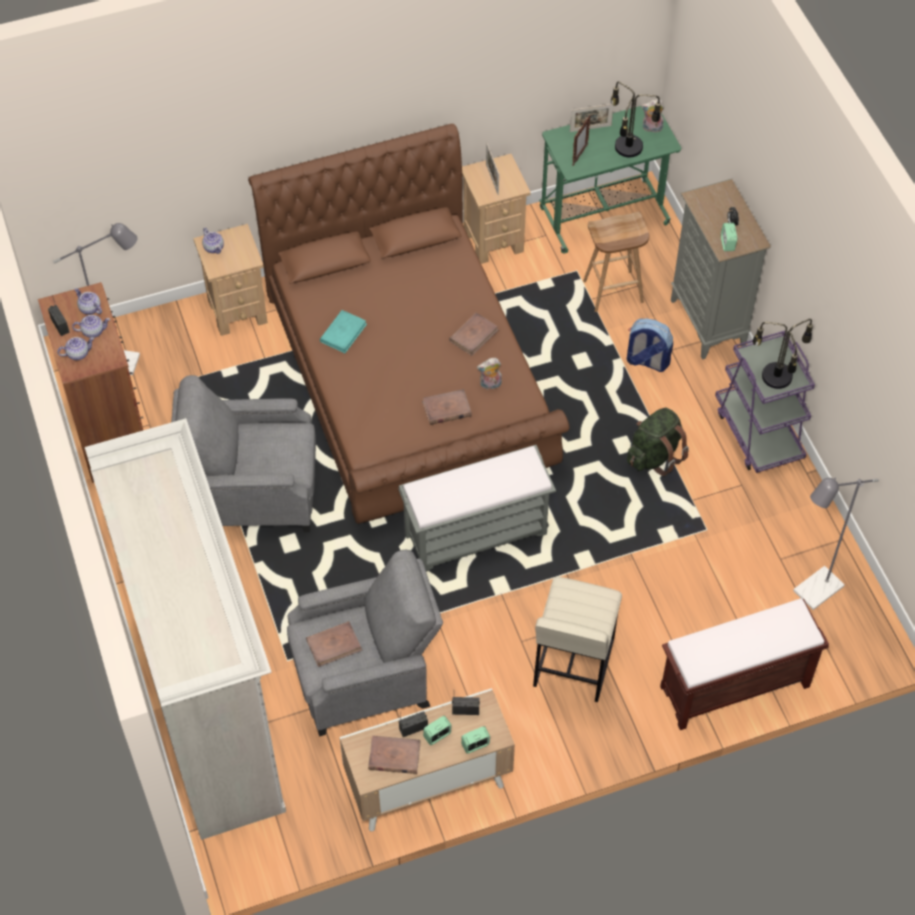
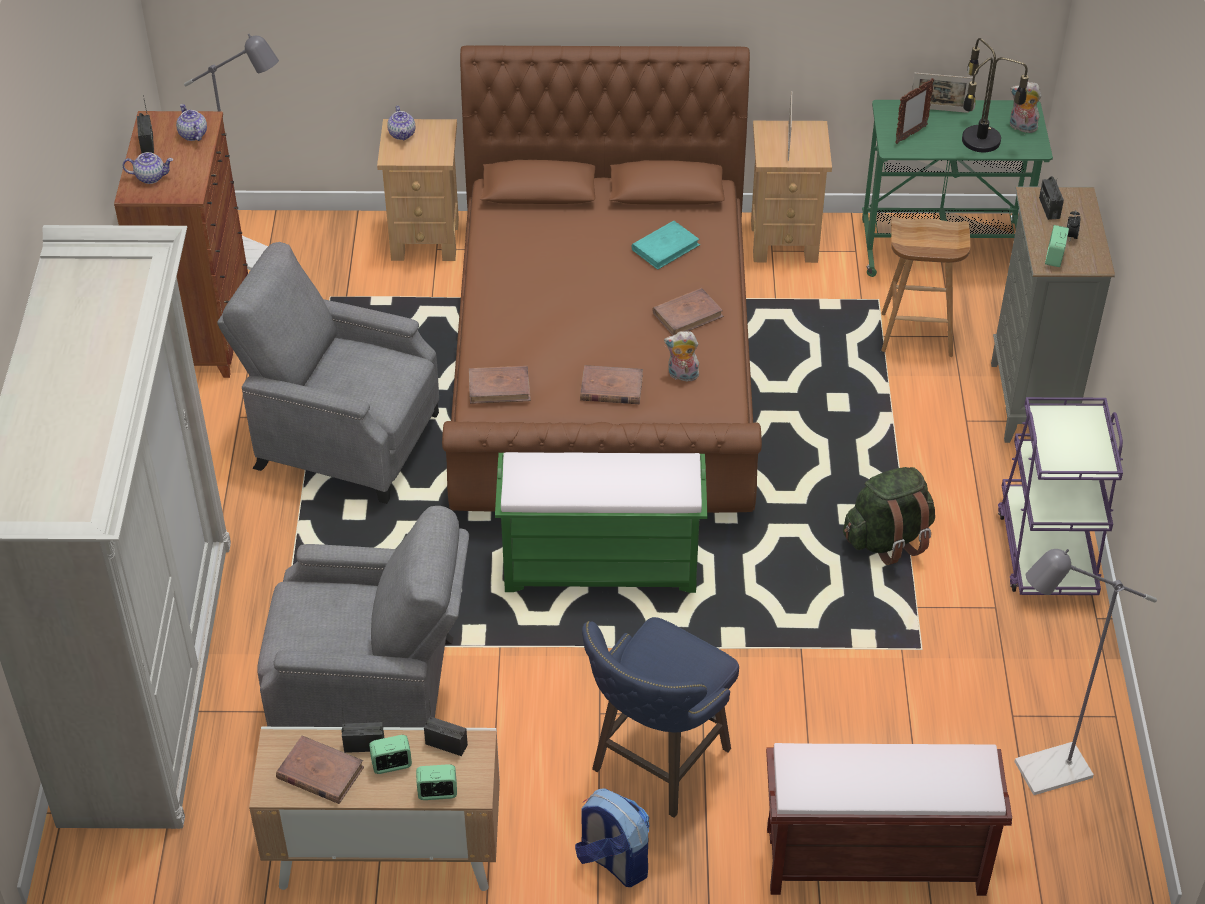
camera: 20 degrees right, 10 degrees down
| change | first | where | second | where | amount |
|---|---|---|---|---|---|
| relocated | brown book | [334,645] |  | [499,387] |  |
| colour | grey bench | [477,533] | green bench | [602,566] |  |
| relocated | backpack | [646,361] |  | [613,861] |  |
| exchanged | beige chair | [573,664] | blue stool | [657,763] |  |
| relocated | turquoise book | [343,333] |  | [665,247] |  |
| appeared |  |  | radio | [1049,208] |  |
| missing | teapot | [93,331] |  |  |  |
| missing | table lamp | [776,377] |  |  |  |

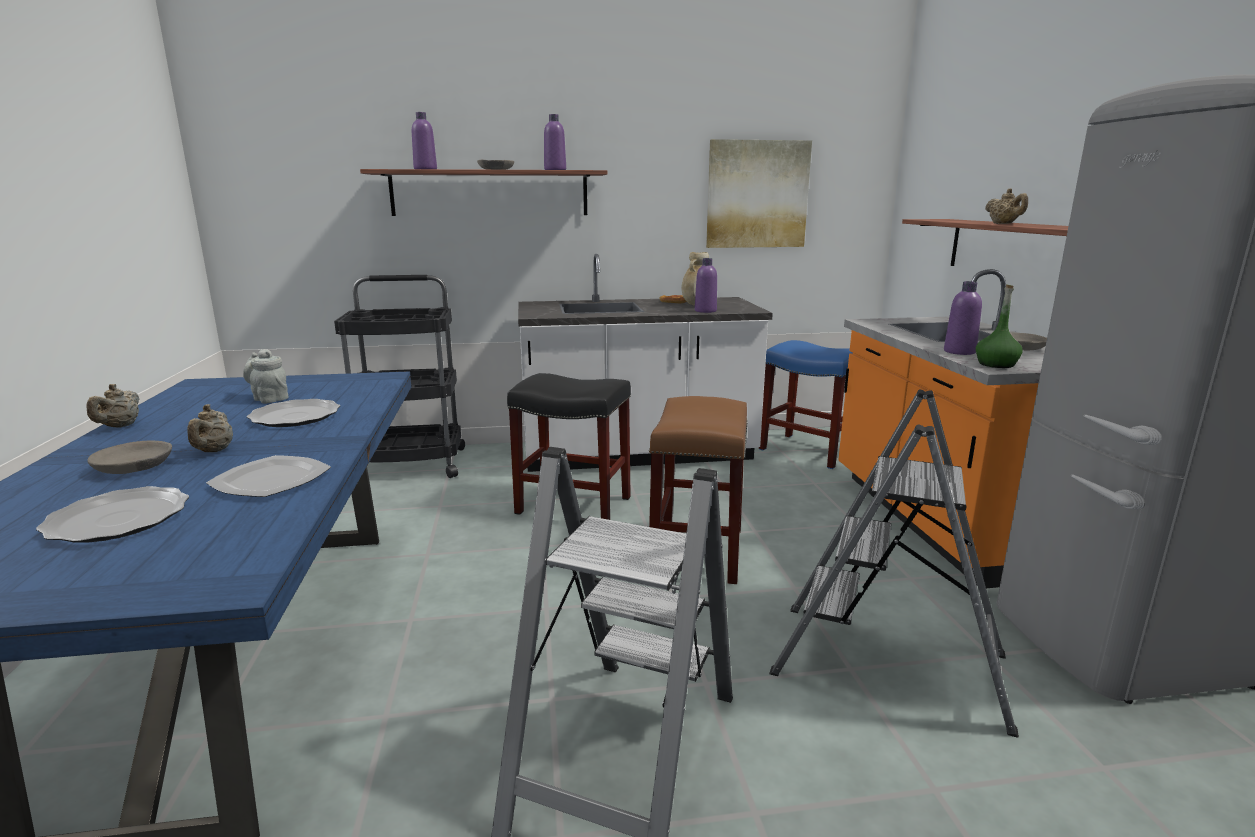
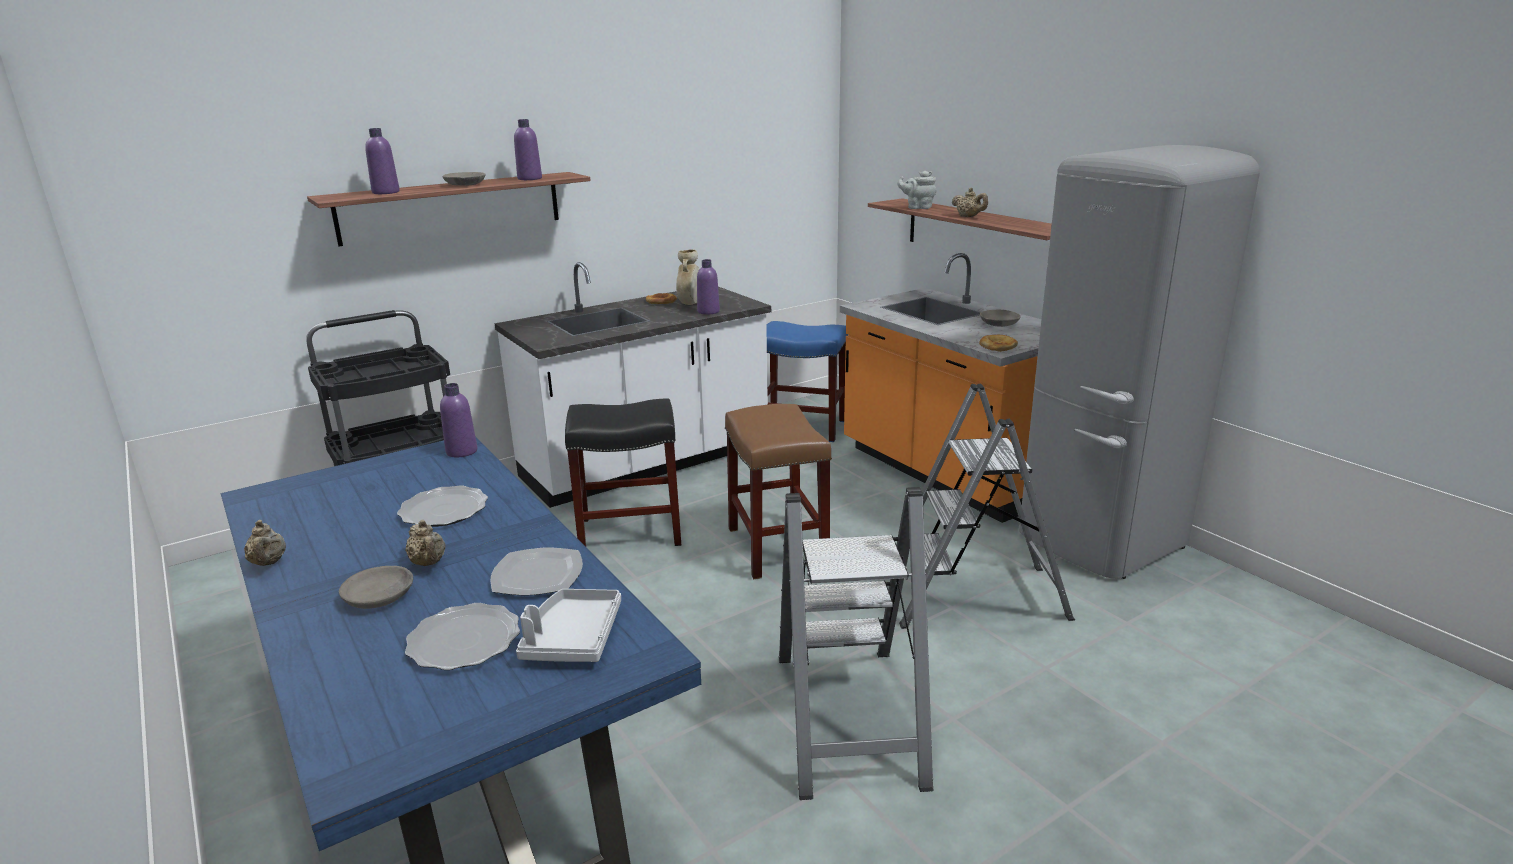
camera: 25 degrees left, 5 degrees up
| change | first | where | second | where | amount |
|---|---|---|---|---|---|
| relocated | purple bottle | [959,352] |  | [462,451] |  |
| appeared |  |  | grey tray | [572,638] |  |
| relocated | grey teapot | [269,398] |  | [917,207] |  |
| exchanged | green bottle | [996,364] | bread | [998,346] |  |
| missing | picture | [757,194] |  |  |  |

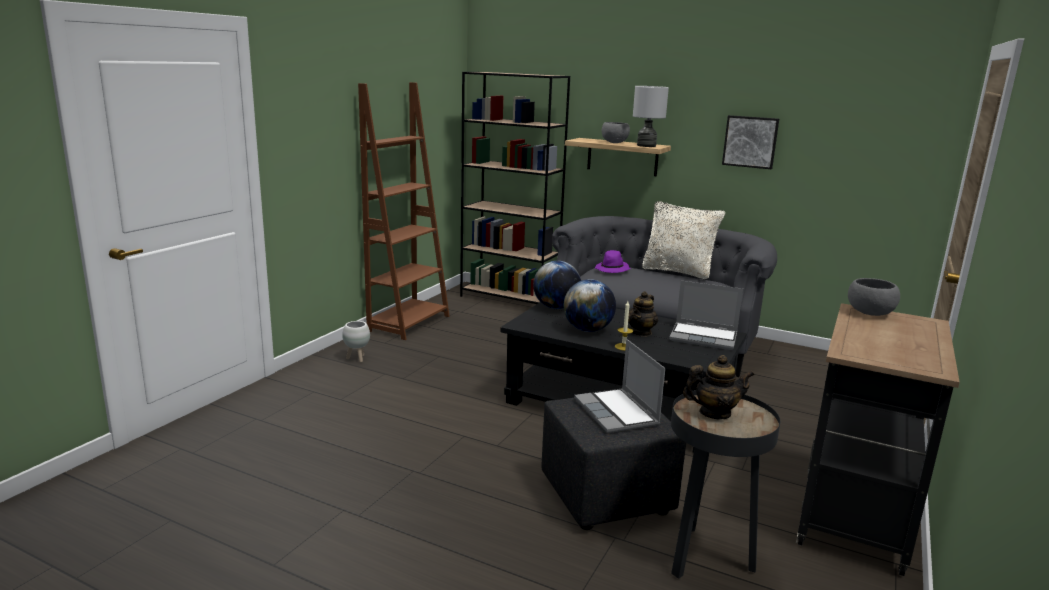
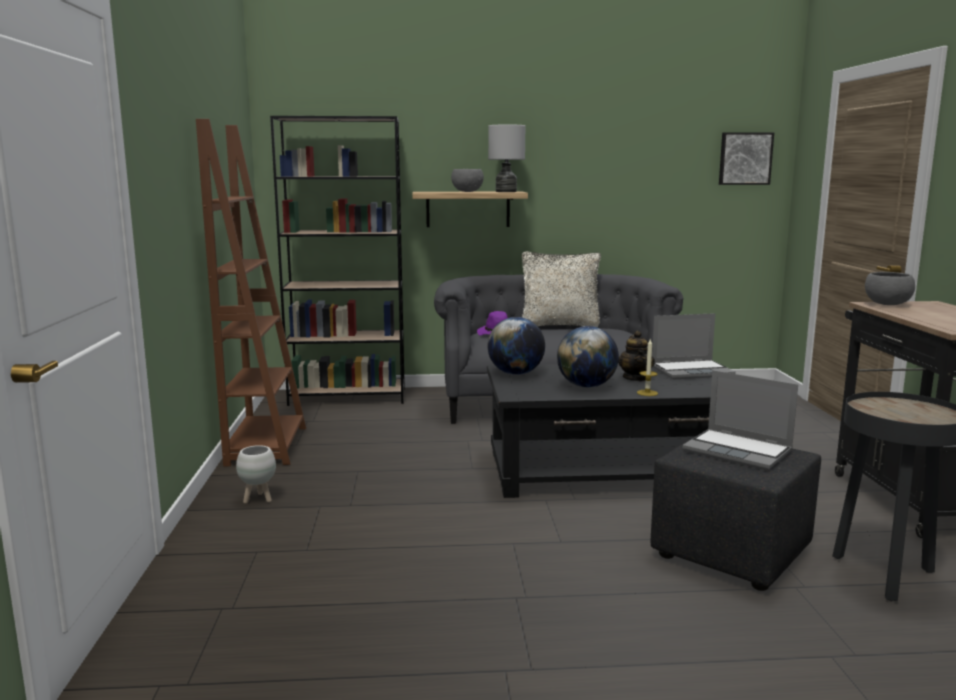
camera: 30 degrees left, 5 degrees down
| change | first | where | second | where | amount |
|---|---|---|---|---|---|
| relocated | picture | [750,141] |  | [745,158] |  |
| missing | teapot | [714,413] |  |  |  |

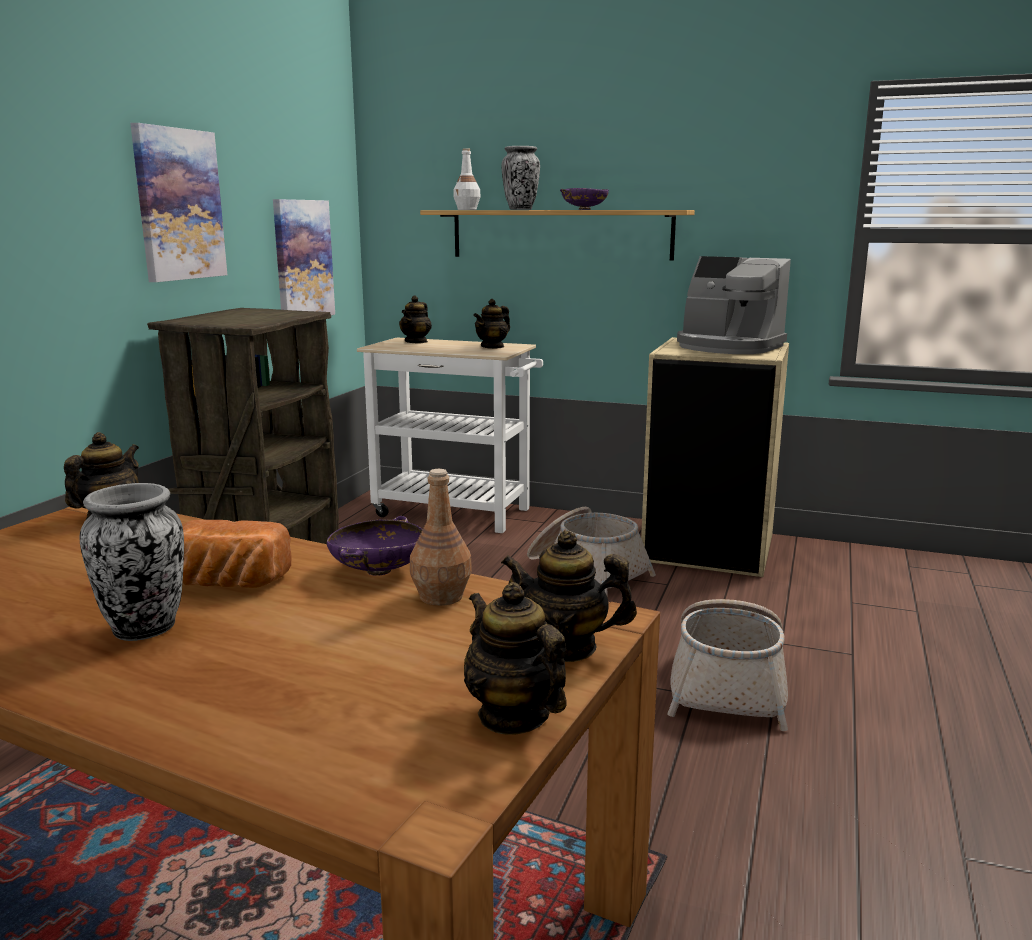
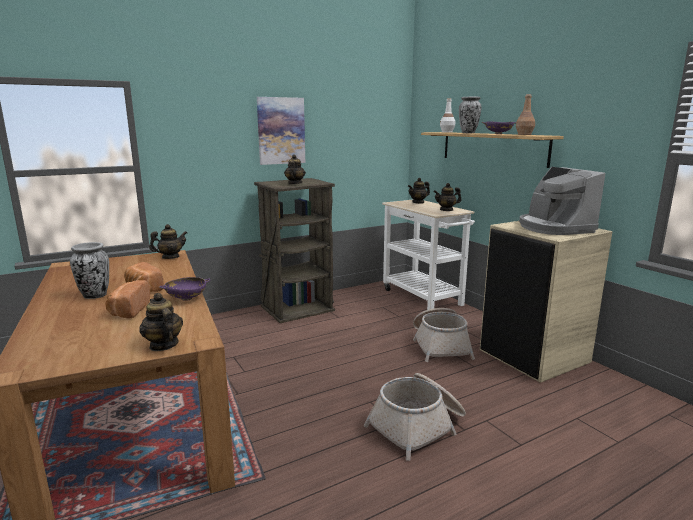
camera: 40 degrees right, 0 degrees up
| change | first | where | second | where | amount |
|---|---|---|---|---|---|
| appeared |  |  | bread | [128,310] |  |
| relocated | teapot | [513,715] |  | [294,183] |  |
| relocated | brown bottle | [442,596] |  | [524,134] |  |
| missing | picture | [302,260] |  |  |  |

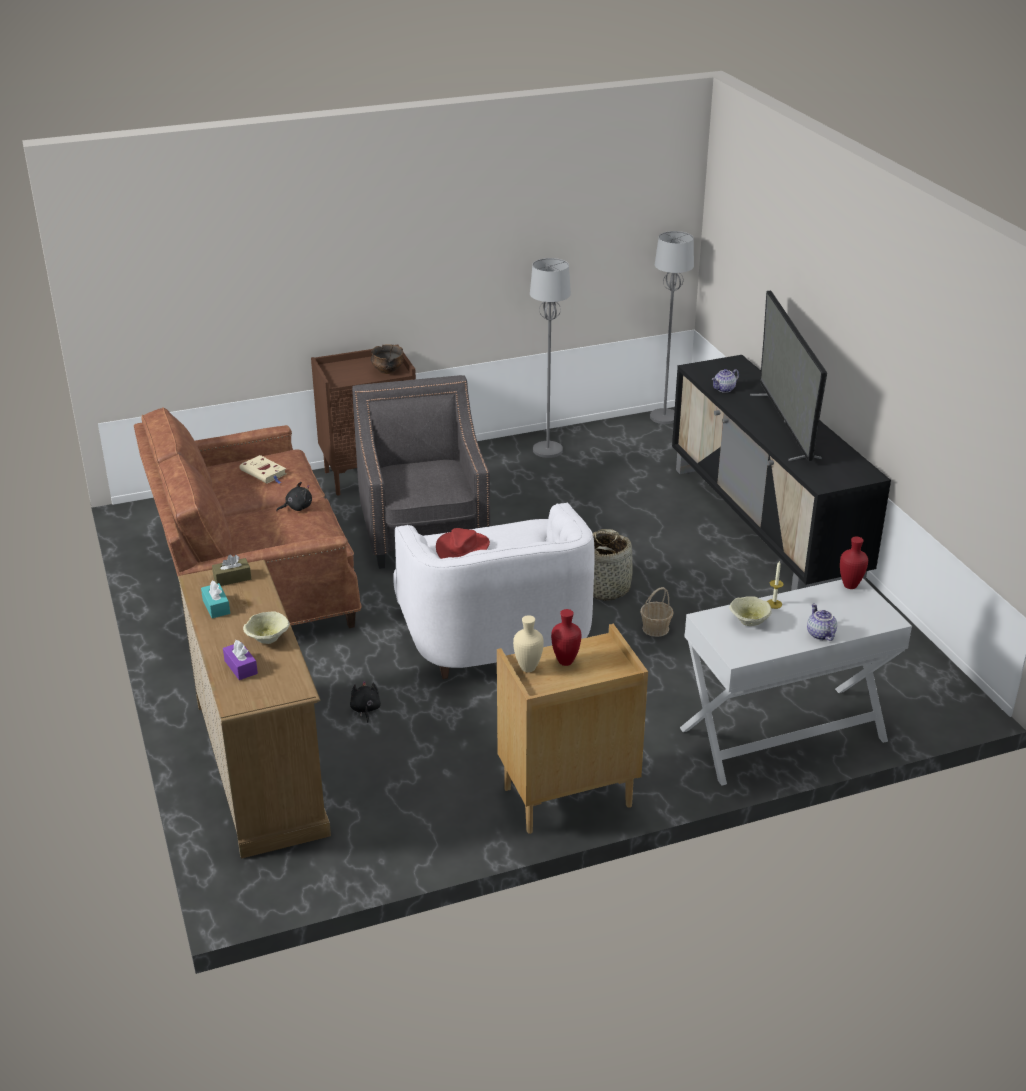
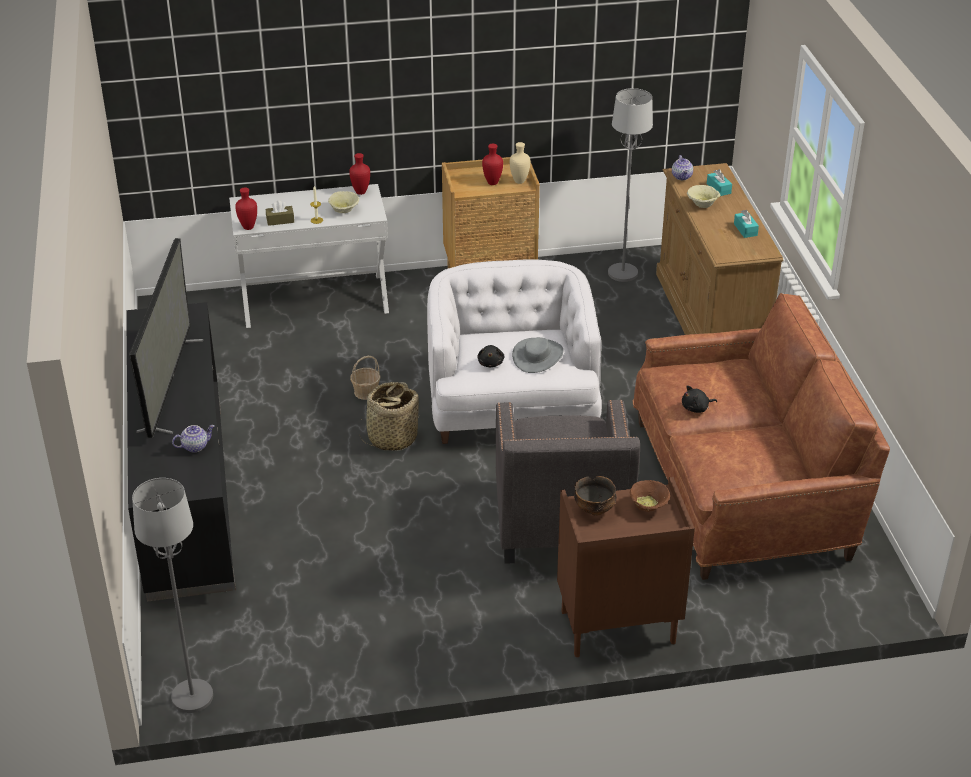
camera: 170 degrees left, 5 degrees up
| change | first | where | second | where | amount |
|---|---|---|---|---|---|
| relocated | brown tissue box | [232,578] |  | [280,220] |  |
| appeared |  |  | red vase | [361,192] |  |
| relocated | black plush toy | [365,709] |  | [491,363] |  |
| colour | red hat | [462,549] | grey hat | [538,356] |  |
| relocated | grey floor lamp | [548,450] |  | [622,273] |  |
| appeared |  |  | brown bowl | [649,506] |  |
| relocated | teapot | [819,634] |  | [682,177] |  |
| colour | purple tissue box | [241,667] | turquoise tissue box | [718,189] |  |
| missing | beige book | [264,473] |  |  |  |

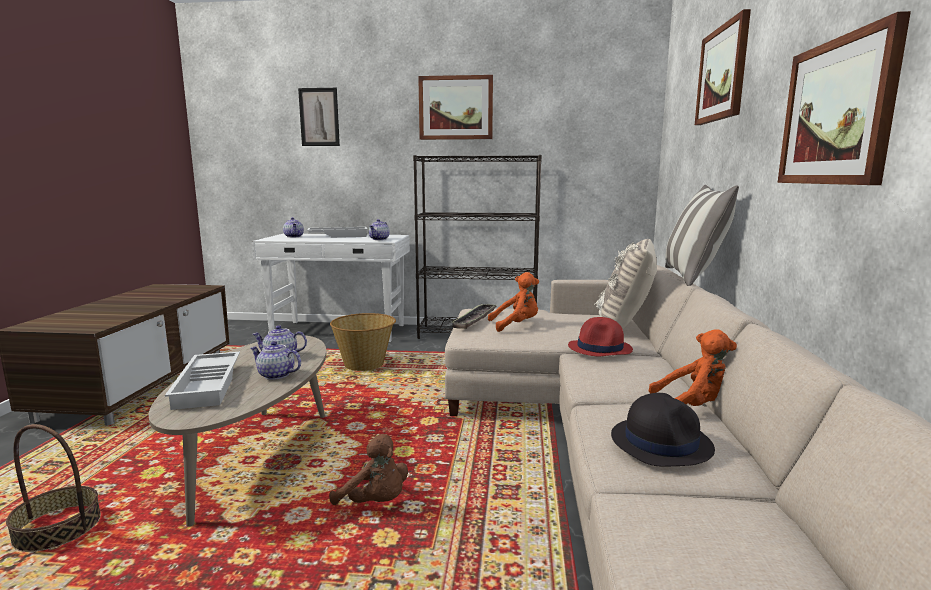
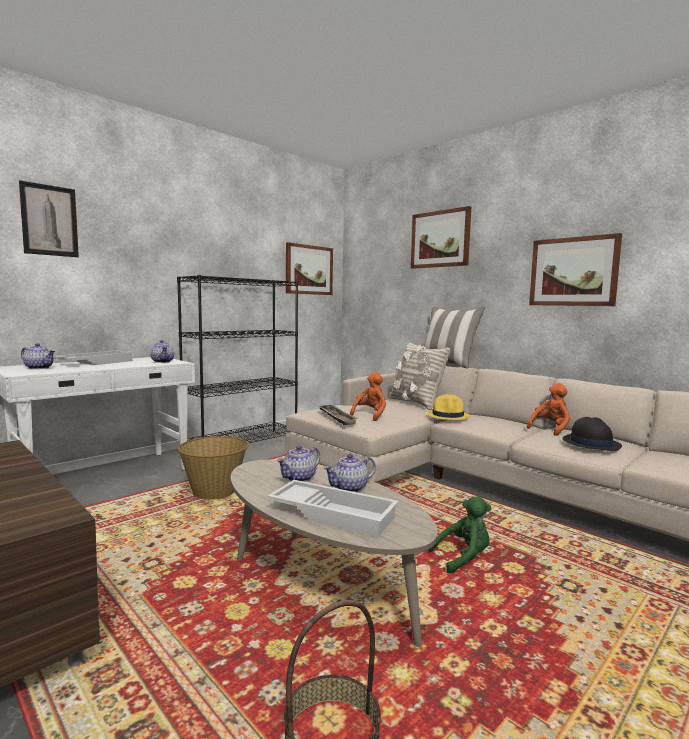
camera: 50 degrees left, 5 degrees down
| change | first | where | second | where | amount |
|---|---|---|---|---|---|
| relocated | picture | [456,108] |  | [309,270] |  |
| colour | red hat | [600,348] | yellow hat | [448,416] |  |
| colour | brown plush toy | [375,502] | green plush toy | [463,558] |  |

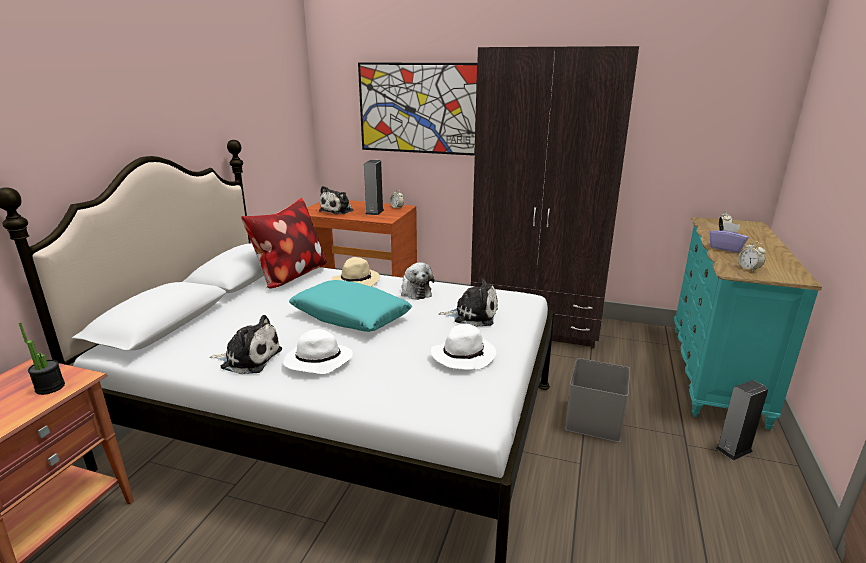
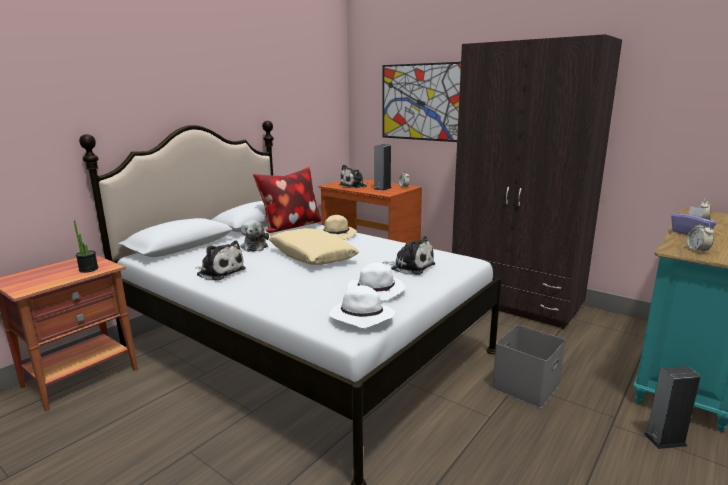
camera: 20 degrees right, 5 degrees down
| change | first | where | second | where | amount |
|---|---|---|---|---|---|
| relocated | plush toy | [415,292] |  | [255,246] |  |
| colour | turquoise pillow | [350,316] | beige pillow | [312,256] |  |
| relocated | white hat | [317,362] |  | [360,317] |  |

